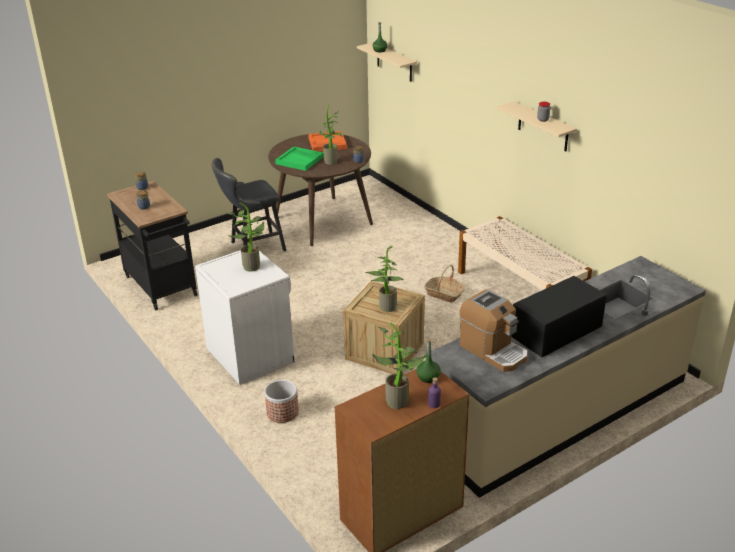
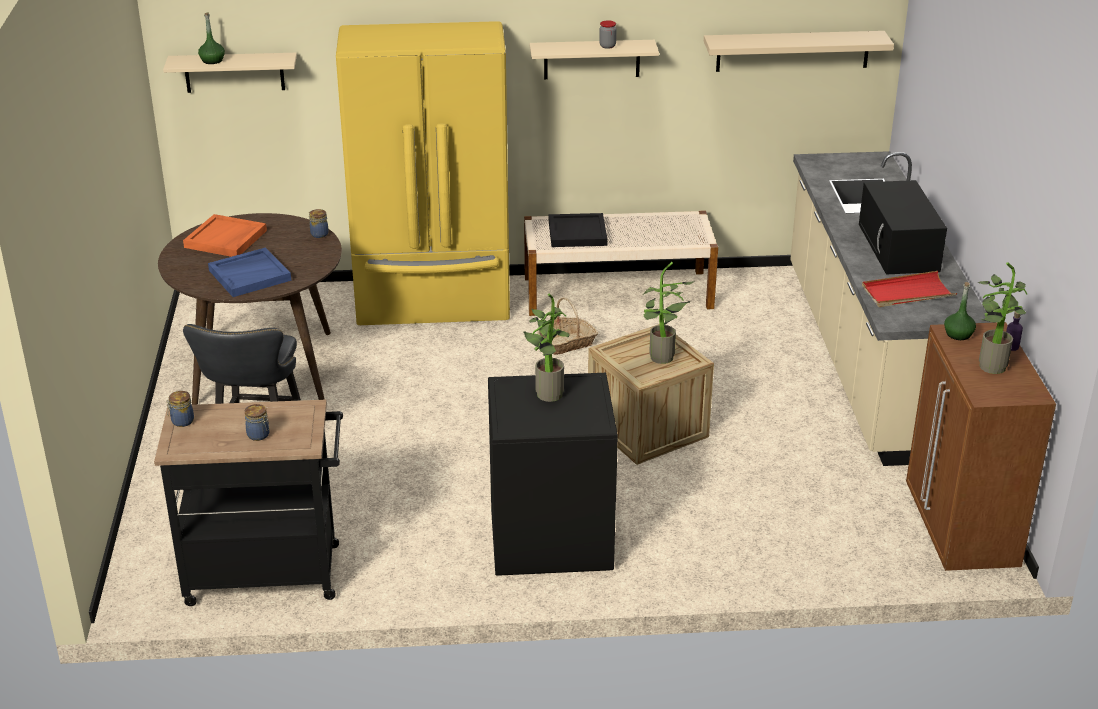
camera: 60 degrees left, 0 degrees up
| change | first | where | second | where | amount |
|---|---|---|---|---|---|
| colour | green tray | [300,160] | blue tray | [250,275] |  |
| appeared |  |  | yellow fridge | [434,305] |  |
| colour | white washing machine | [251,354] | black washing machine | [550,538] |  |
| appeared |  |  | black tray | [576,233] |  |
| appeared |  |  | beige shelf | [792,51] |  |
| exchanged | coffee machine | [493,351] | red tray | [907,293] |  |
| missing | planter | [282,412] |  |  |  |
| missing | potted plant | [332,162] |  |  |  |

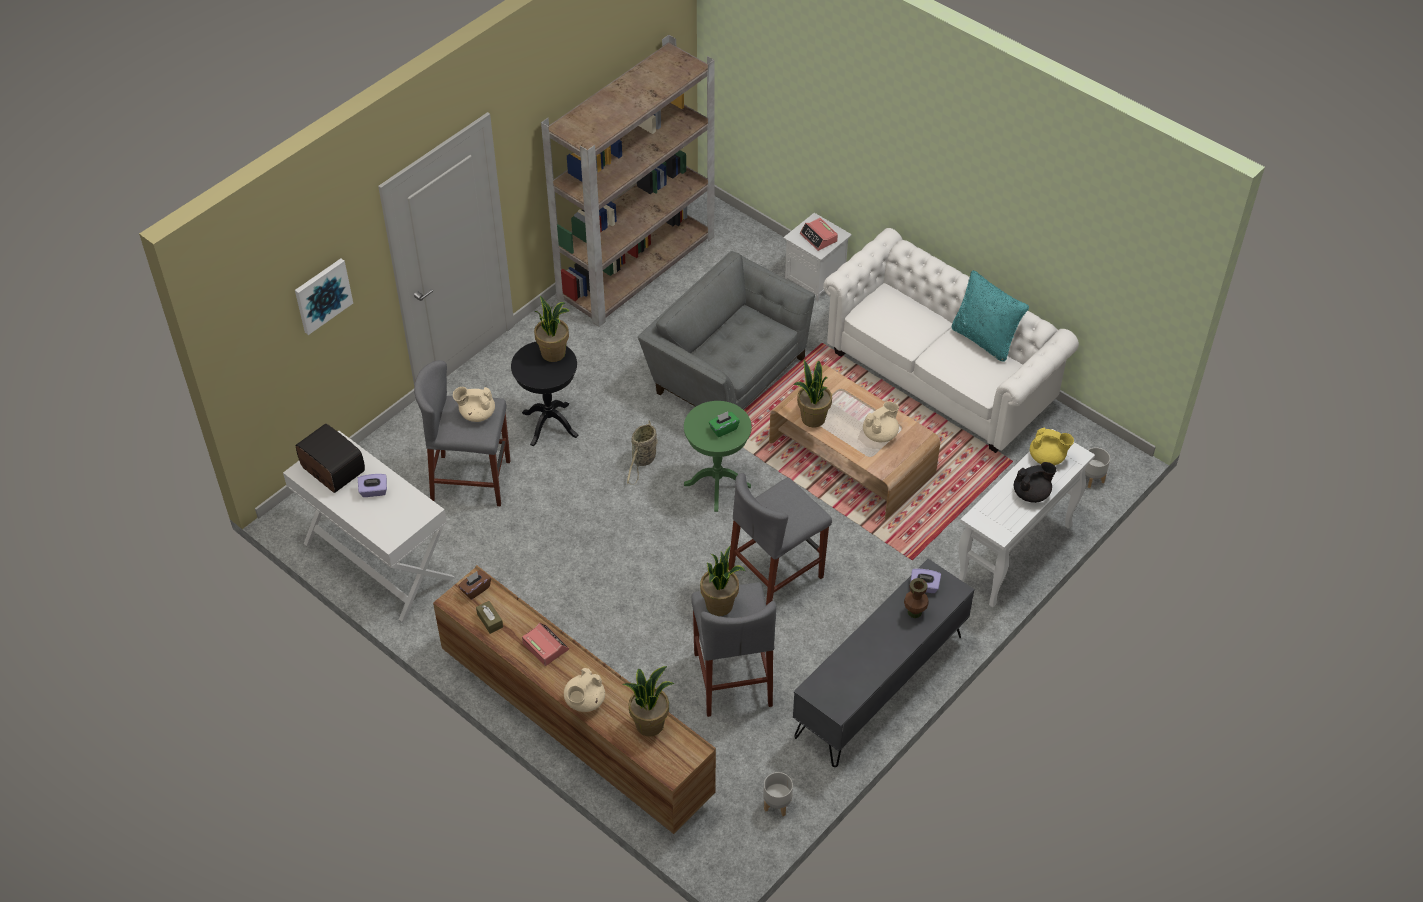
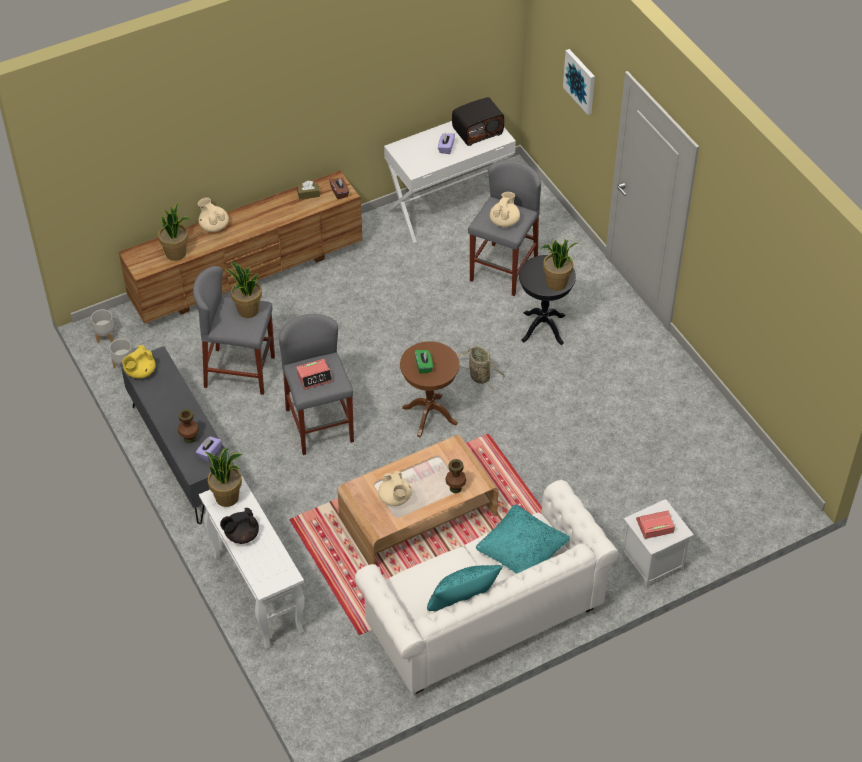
camera: 110 degrees right, 0 degrees up
| change | first | where | second | where | amount |
|---|---|---|---|---|---|
| relocated | grey planter | [1092,479] |  | [105,336] |  |
| relocated | yellow teapot | [1047,458] |  | [140,372] |  |
| relocated | potted plant | [812,418] |  | [227,497] |  |
| spun | black teapot | [1032,493] |  | [241,535] | 60 degrees clockwise |
| relocated | alarm clock | [545,646] |  | [314,377] |  |
| colour | green side table | [717,485] | brown side table | [429,415] |  |
| appeared |  |  | brown vase | [455,488] |  |
| appeared |  |  | turquoise pillow | [521,550] |  |
| missing | brown bookcase | [637,267] |  |  |  |
| missing | grey armchair | [726,372] |  |  |  |

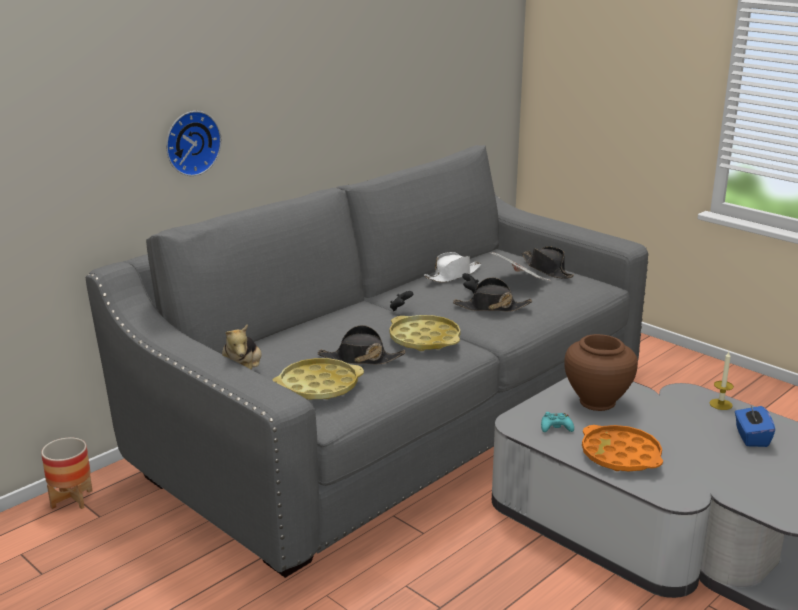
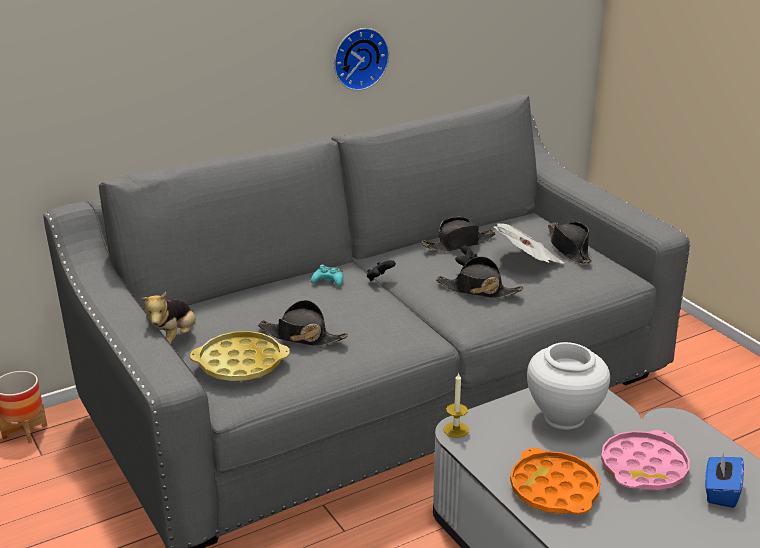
camera: 15 degrees right, 5 degrees up
| change | first | where | second | where | amount |
|---|---|---|---|---|---|
| relocated | turquoise game controller | [556,427] |  | [328,281] |  |
| relocated | wall clock | [191,142] |  | [359,58] |  |
| colour | white hat | [453,275] | black hat | [459,243] |  |
| relocated | candle | [720,404] |  | [456,429] |  |
| colour | brown vase | [597,402] | white vase | [564,418] |  |
| appeared |  |  | pink tray | [644,468] |  |
| missing | yellow tray | [424,339] |  |  |  |

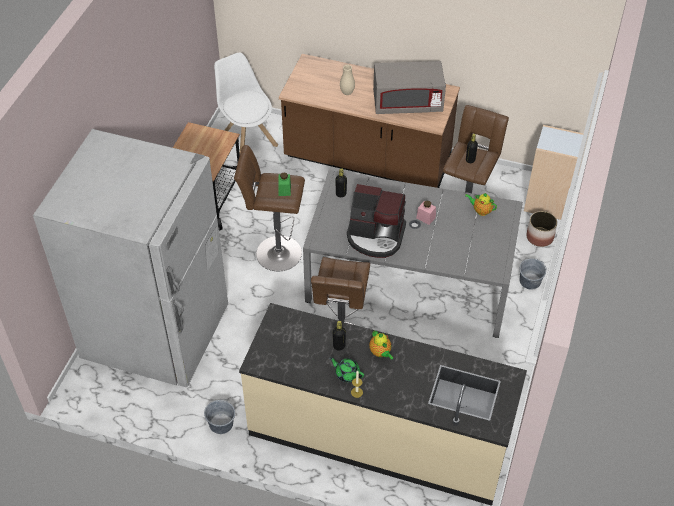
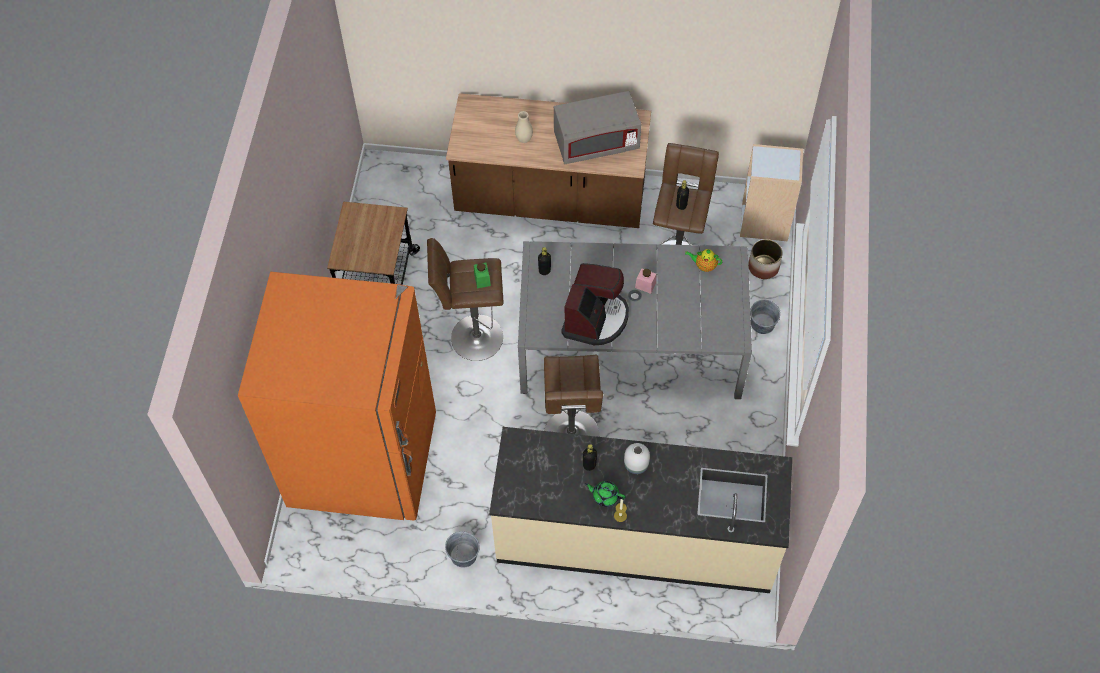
camera: 10 degrees left, 10 degrees up
| change | first | where | second | where | amount |
|---|---|---|---|---|---|
| colour | white fridge | [156,331] | orange fridge | [363,458] |  |
| spun | coffee machine | [375,236] |  | [595,318] | 75 degrees counterclockwise |
| exchanged | teapot | [380,353] | white vase | [635,465] |  |
| missing | white chair | [247,139] |  |  |  |

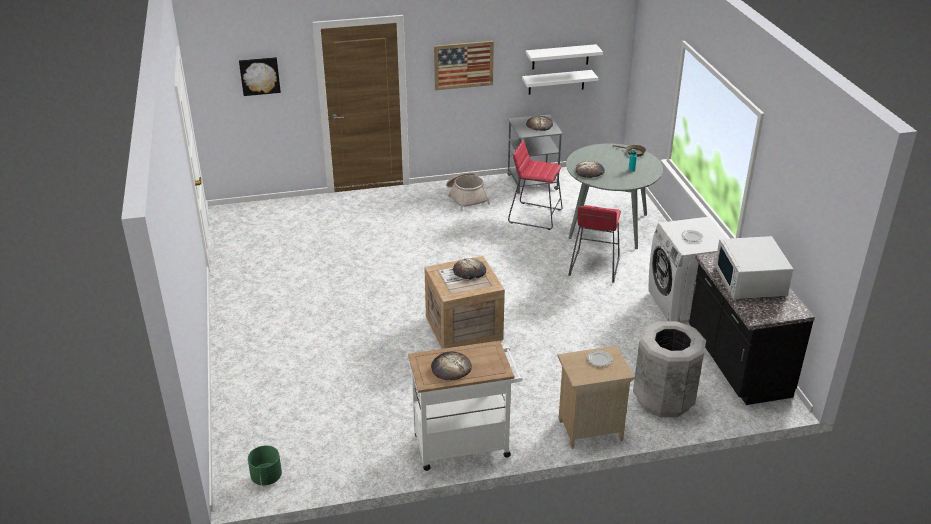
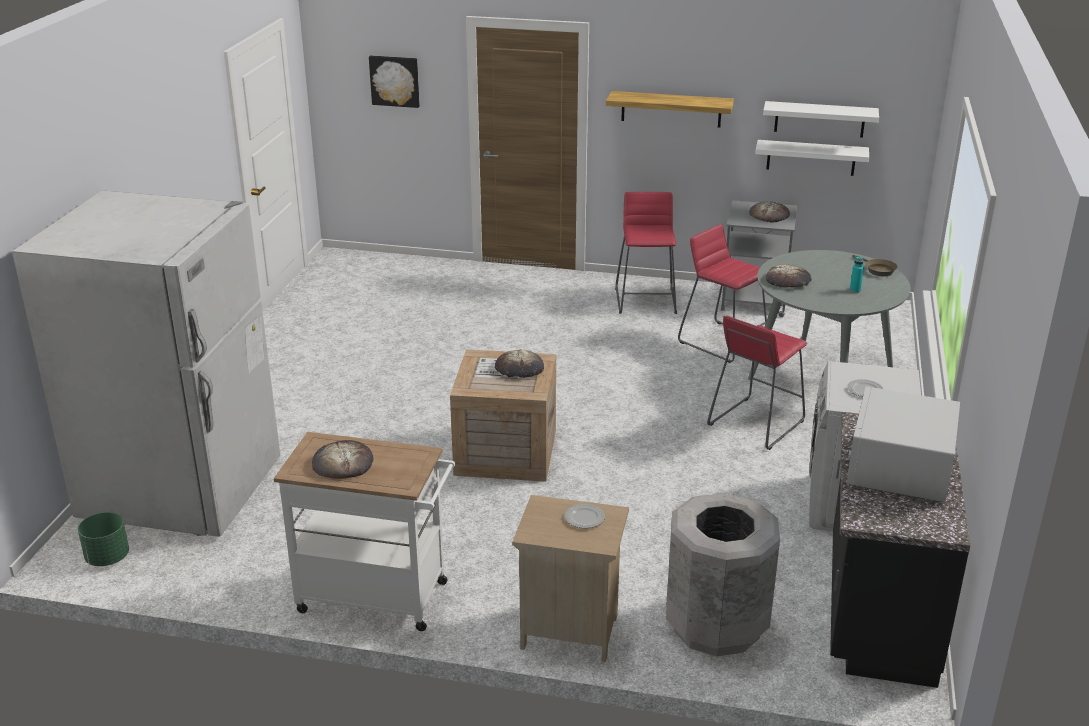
camera: 25 degrees right, 5 degrees down
| change | first | where | second | where | amount |
|---|---|---|---|---|---|
| appeared |  |  | white fridge | [182,487] |  |
| exchanged | picture | [463,65] | shelf | [671,109] |  |
| exchanged | basket | [466,197] | red stool | [646,300] |  |

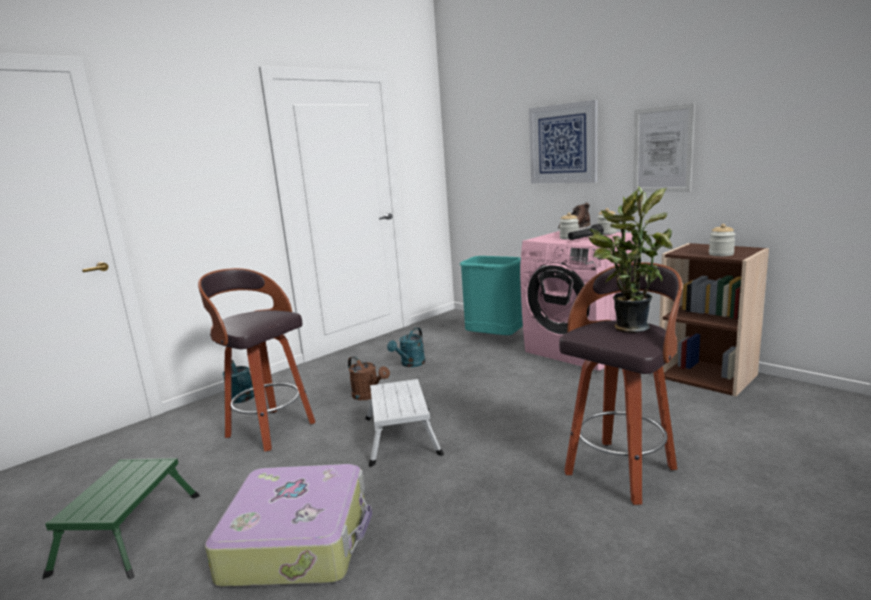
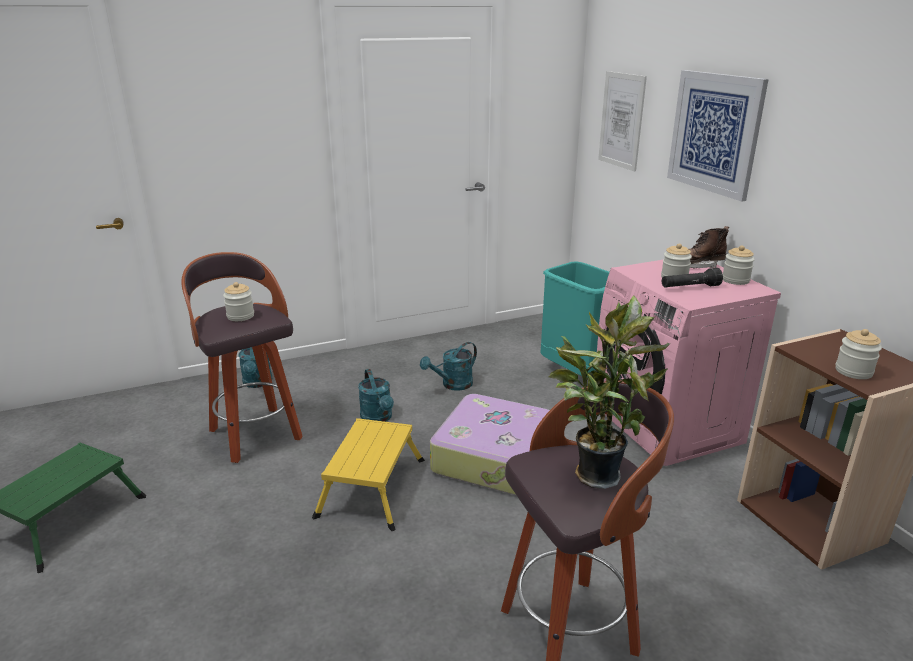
camera: 20 degrees right, 10 degrees up
| change | first | where | second | where | amount |
|---|---|---|---|---|---|
| appeared |  |  | jar | [240,316] |  |
| colour | white step ladder | [401,435] | yellow step ladder | [372,487] |  |
| colour | brown watering can | [369,395] | turquoise watering can | [378,418] |  |
| relocated | suitcase | [298,539] |  | [496,457] |  |
| relocated | picture | [662,149] |  | [621,120] |  |

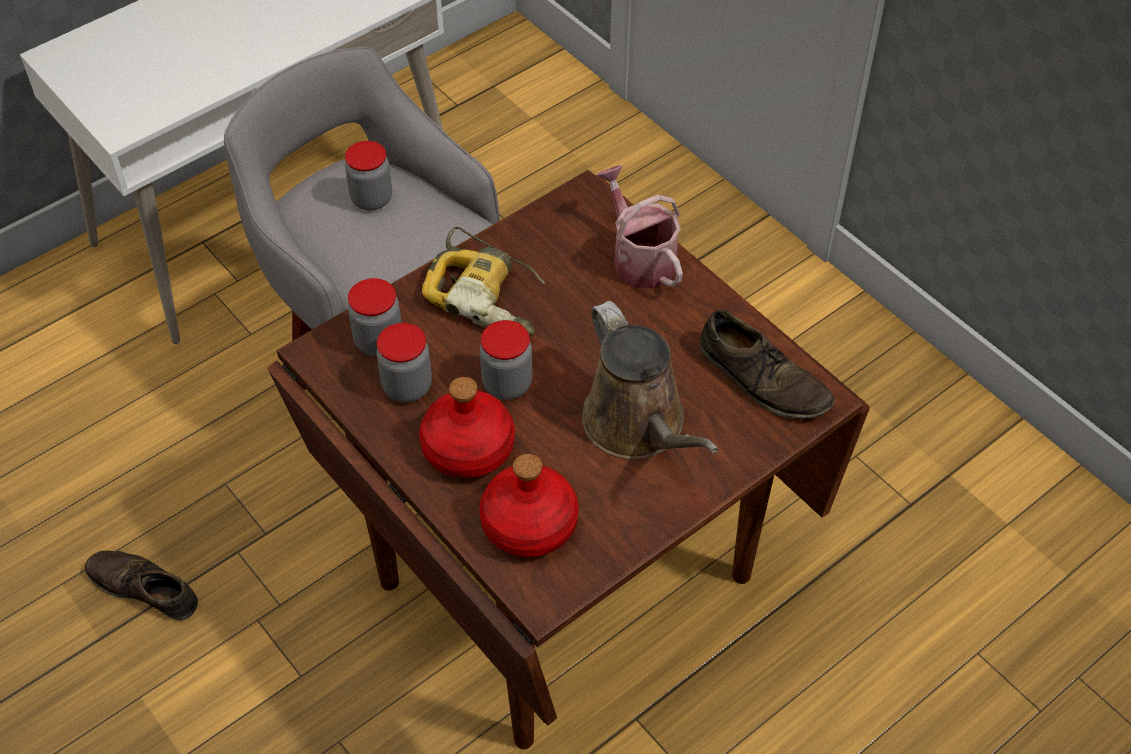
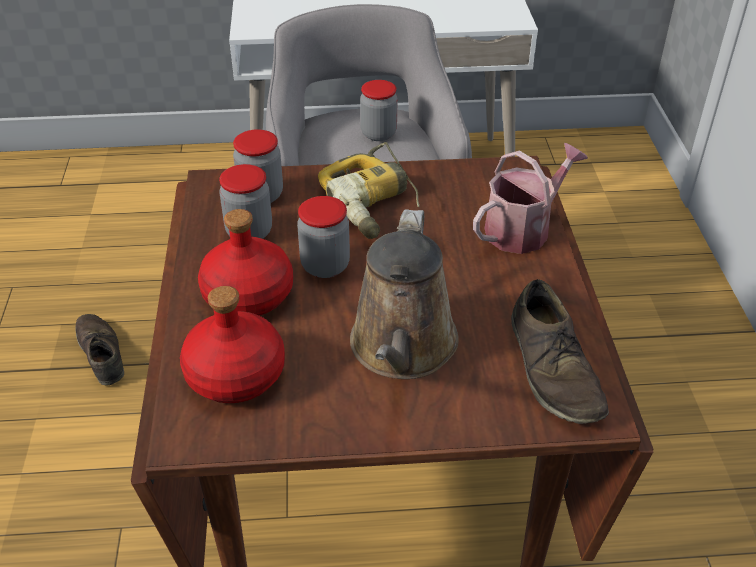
camera: 35 degrees right, 10 degrees down
| change | first | where | second | where | amount |
|---|---|---|---|---|---|
| spun | watering can | [639,258] |  | [523,229] | 45 degrees clockwise |

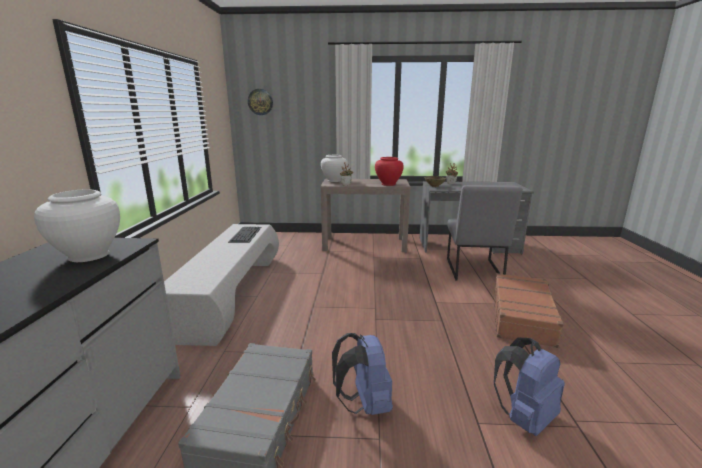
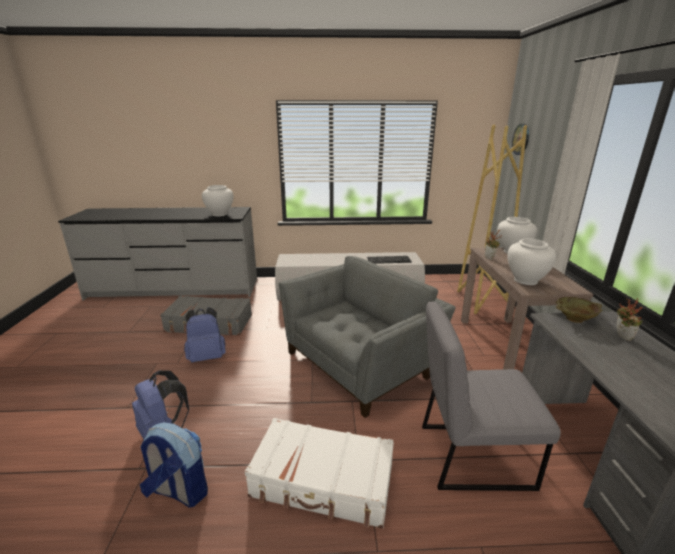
camera: 85 degrees right, 5 degrees up
| change | first | where | second | where | amount |
|---|---|---|---|---|---|
| appeared |  |  | backpack | [179,491] |  |
| colour | brown suitcase | [522,317] | white suitcase | [323,481] |  |
| appeared |  |  | grey armchair | [360,363] |  |
| appeared |  |  | yellow clothes rack | [480,302] |  |
| colour | red vase | [388,184] | white vase | [525,280] |  |

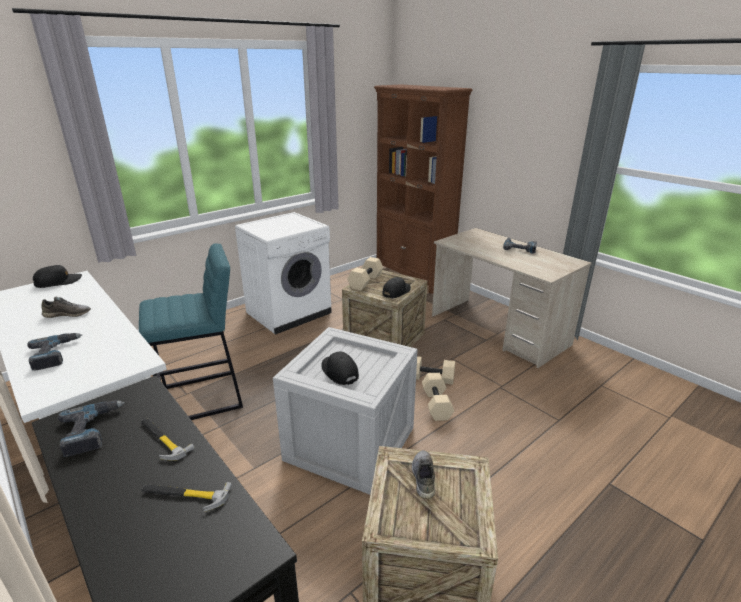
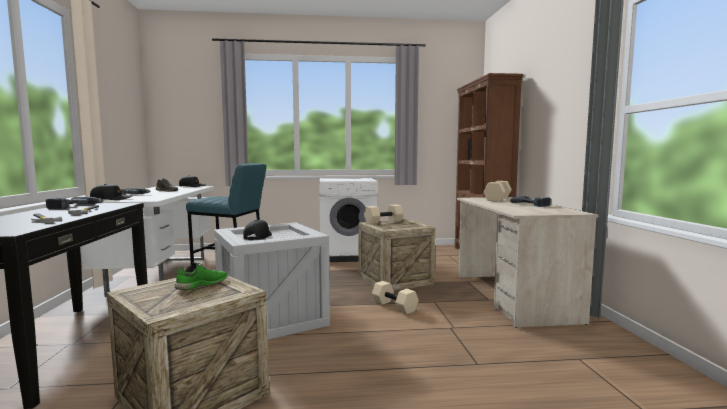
camera: 35 degrees right, 20 degrees down
| change | first | where | second | where | amount |
|---|---|---|---|---|---|
| relocated | black cap | [396,291] |  | [111,199] |  |
| colour | grey shoe | [423,477] | green shoe | [201,284] |  |
| relocated | beige dumbbell | [437,405] |  | [498,199] |  |

